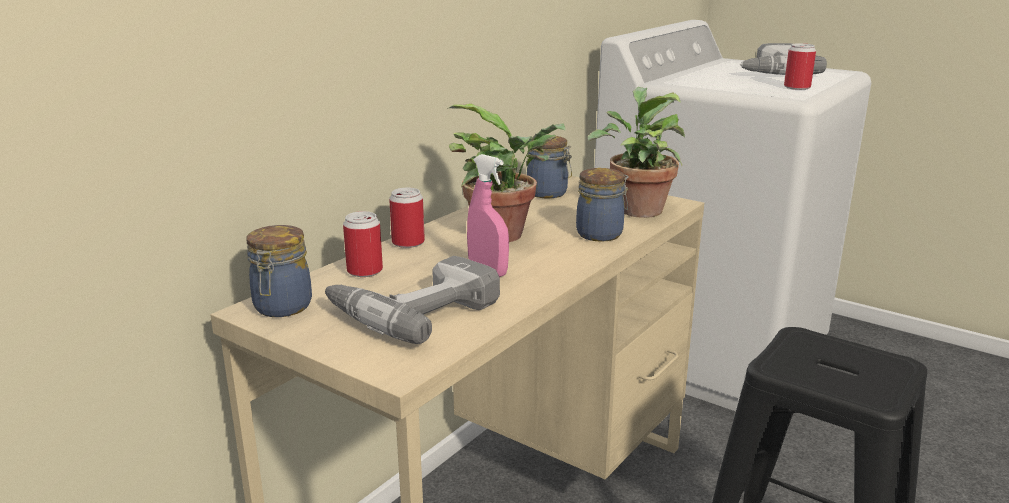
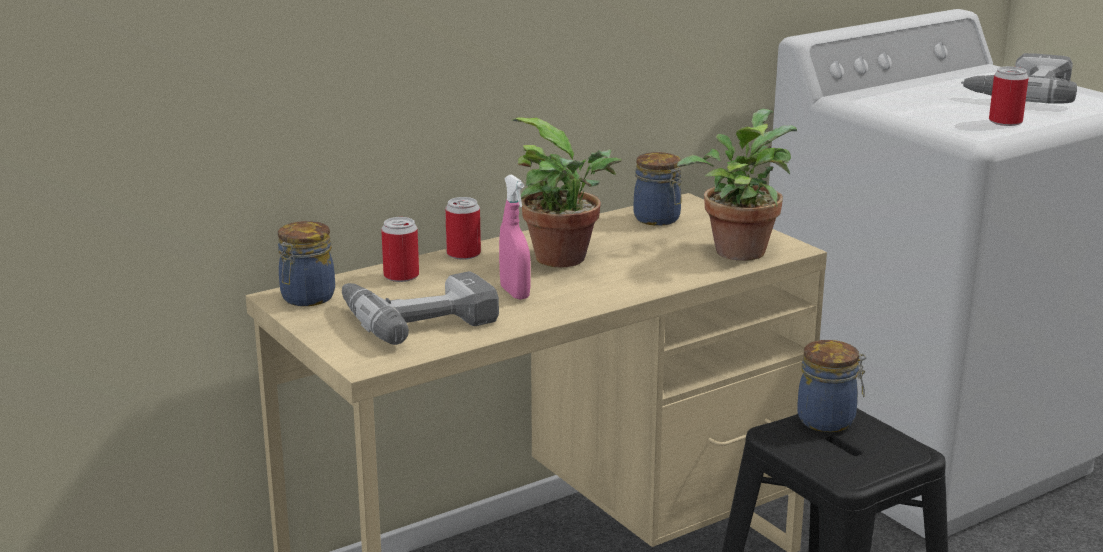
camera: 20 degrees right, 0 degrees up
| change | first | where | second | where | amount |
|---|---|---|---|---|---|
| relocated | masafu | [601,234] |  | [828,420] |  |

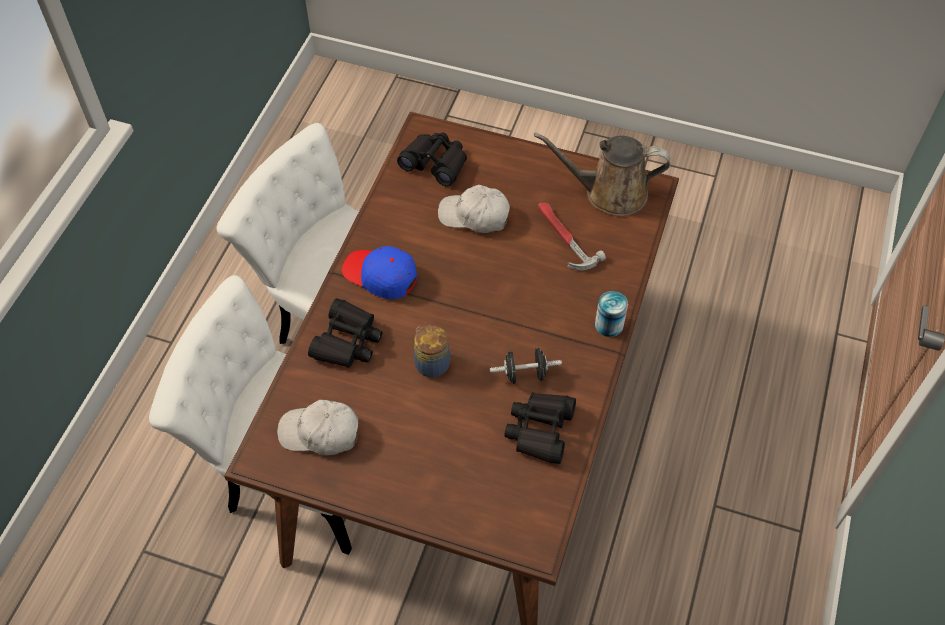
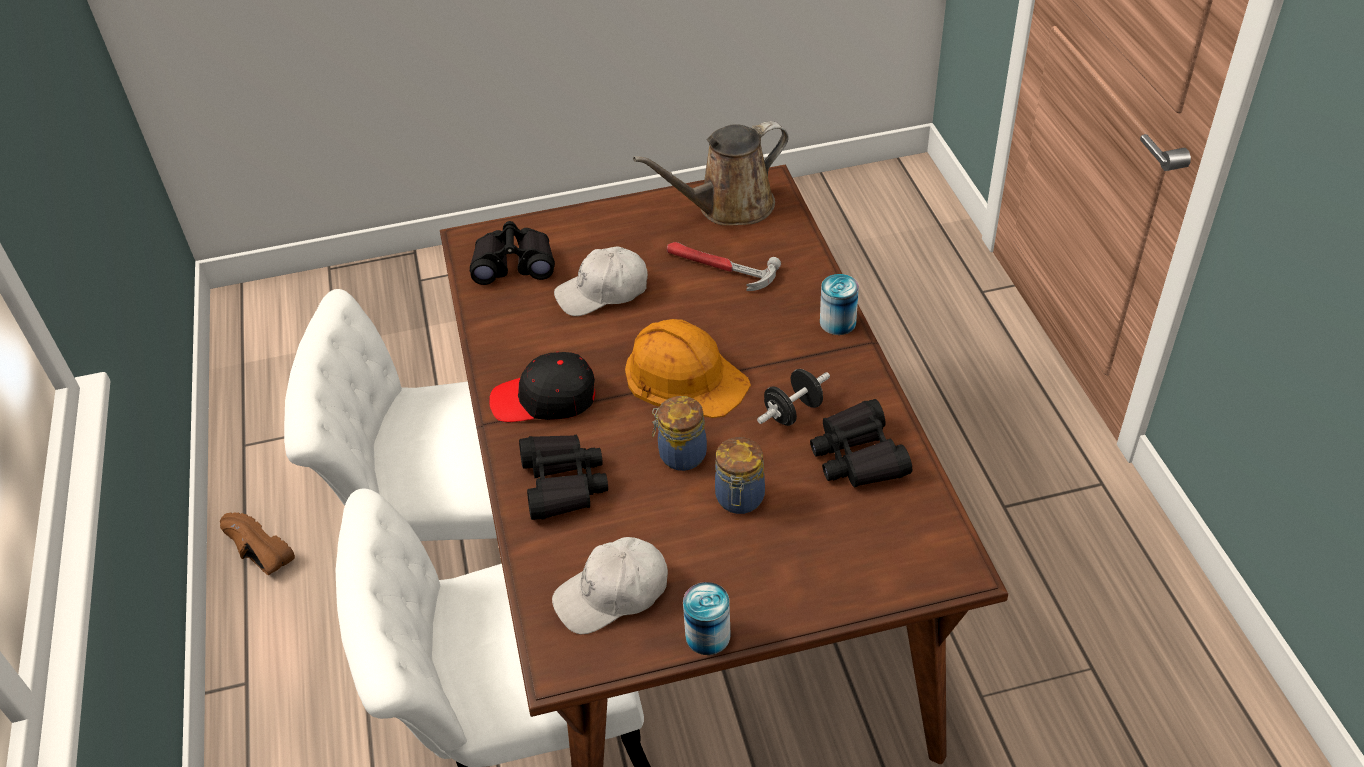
camera: 30 degrees left, 10 degrees down
| change | first | where | second | where | amount |
|---|---|---|---|---|---|
| appeared |  |  | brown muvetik | [255,555] |  |
| appeared |  |  | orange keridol | [684,376] |  |
| appeared |  |  | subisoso | [708,635] |  |
| appeared |  |  | masafu | [739,499] |  |
| colour | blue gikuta | [380,275] | black gikuta | [544,399] |  |

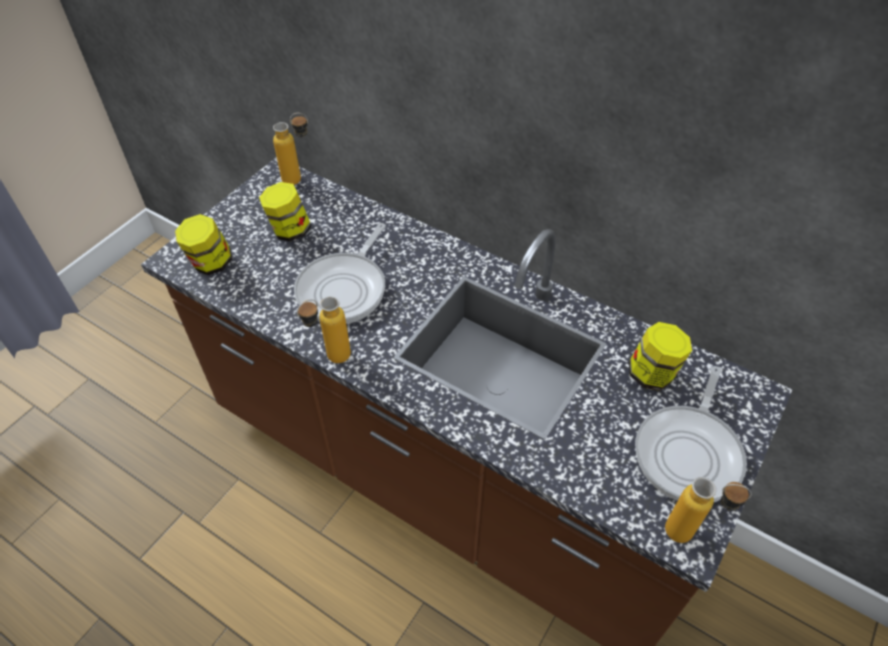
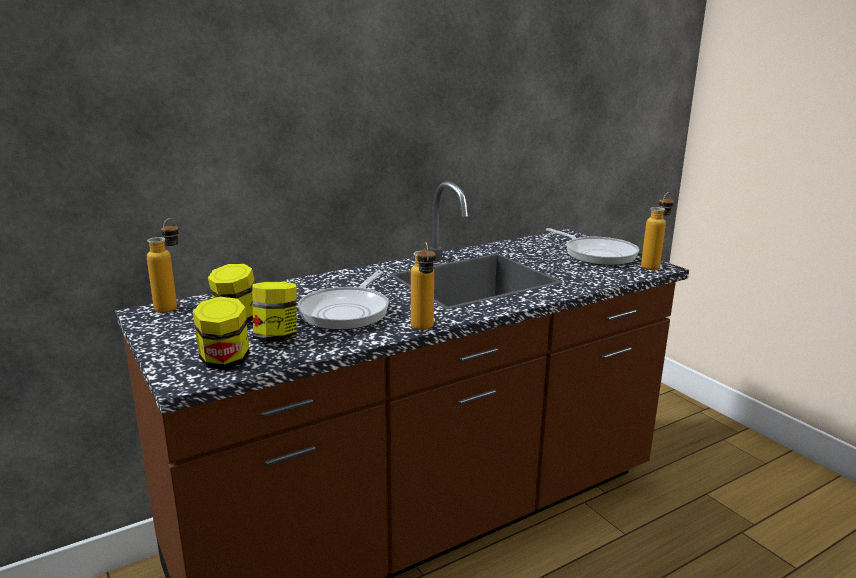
camera: 65 degrees left, 30 degrees down
| change | first | where | second | where | amount |
|---|---|---|---|---|---|
| relocated | masafu | [652,374] |  | [276,338] |  |
| spun | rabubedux | [345,288] |  | [347,311] | 60 degrees clockwise |

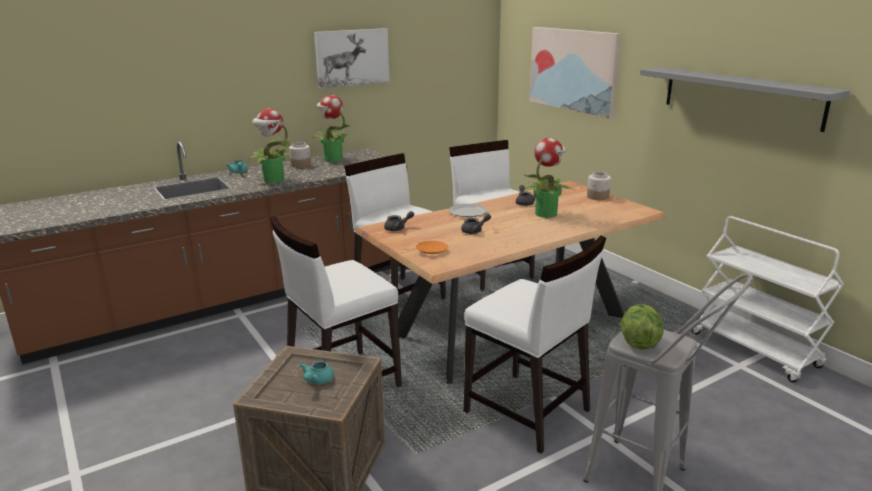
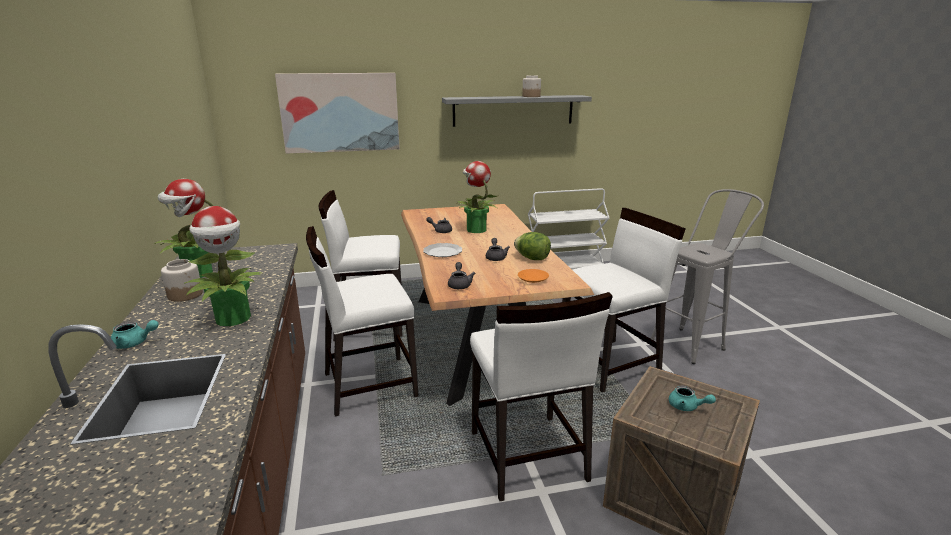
camera: 70 degrees left, 0 degrees up
| change | first | where | second | where | amount |
|---|---|---|---|---|---|
| missing | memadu | [352,57] |  |  |  |
| relocated | masafu | [598,197] |  | [531,96] |  |
| relocated | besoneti | [639,342] |  | [532,258] |  |

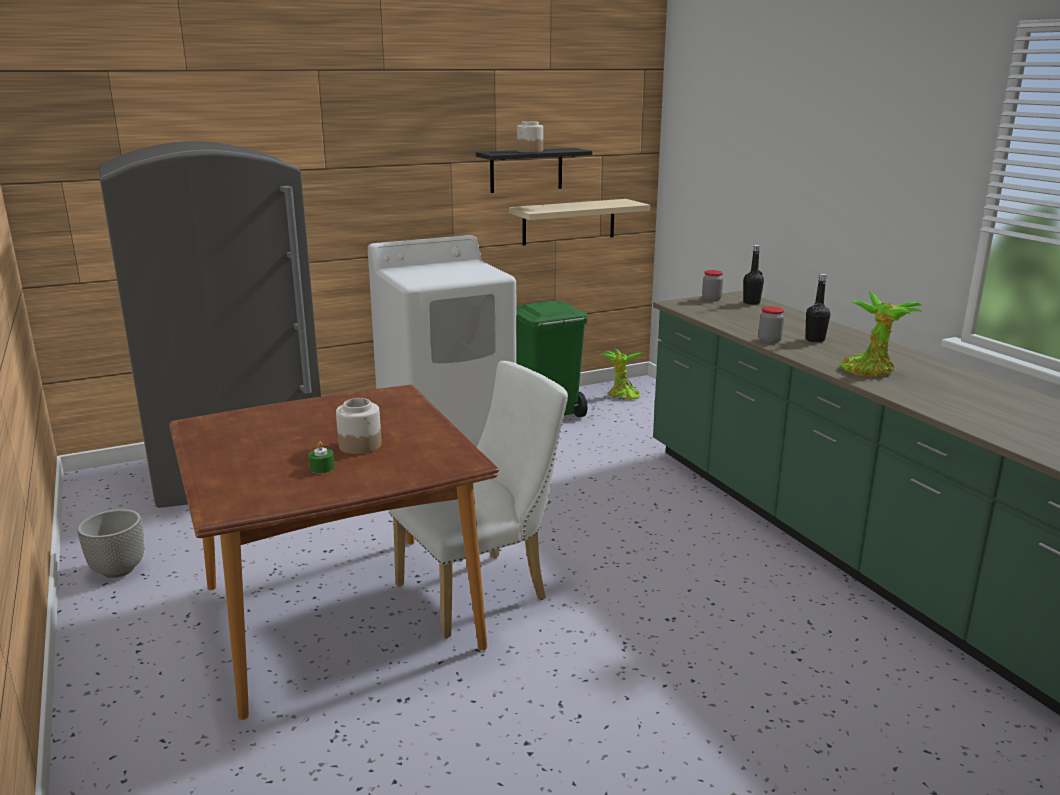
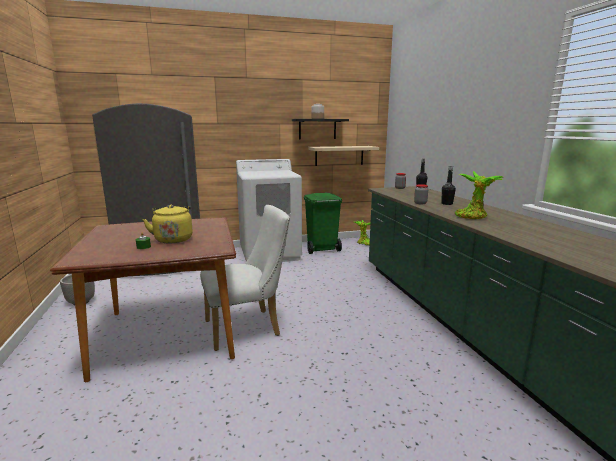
camera: 10 degrees right, 5 degrees down
| change | first | where | second | where | amount |
|---|---|---|---|---|---|
| exchanged | masafu | [360,445] | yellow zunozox | [173,239] |  |

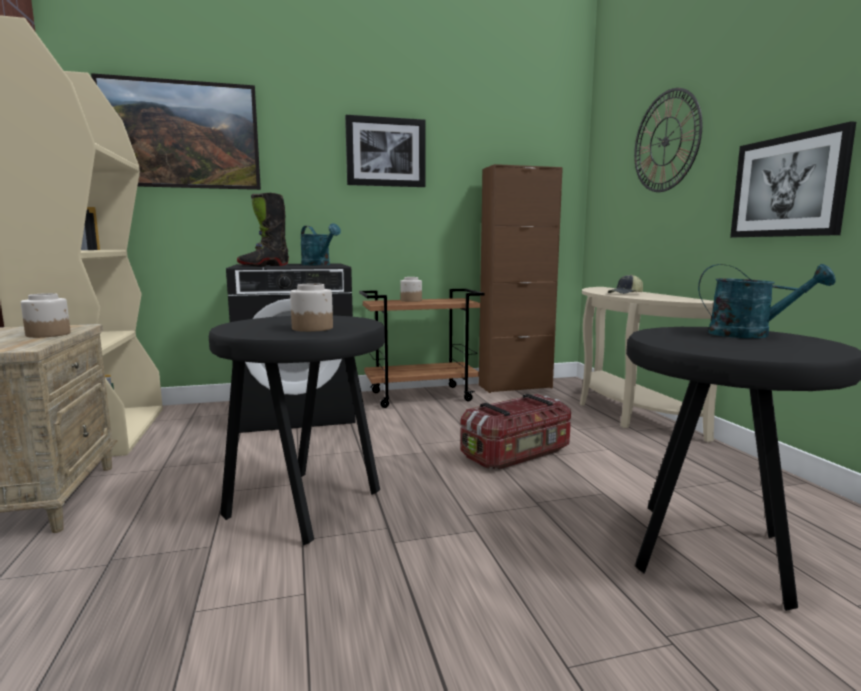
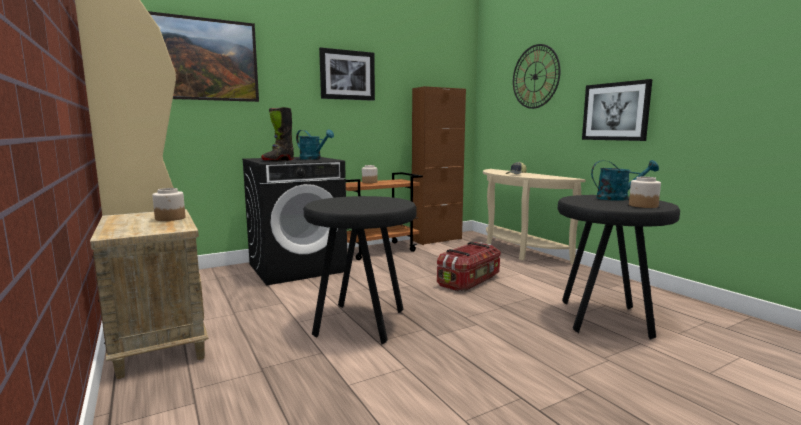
camera: 15 degrees left, 0 degrees up
| change | first | where | second | where | amount |
|---|---|---|---|---|---|
| relocated | masafu | [312,328] |  | [643,205] |  |

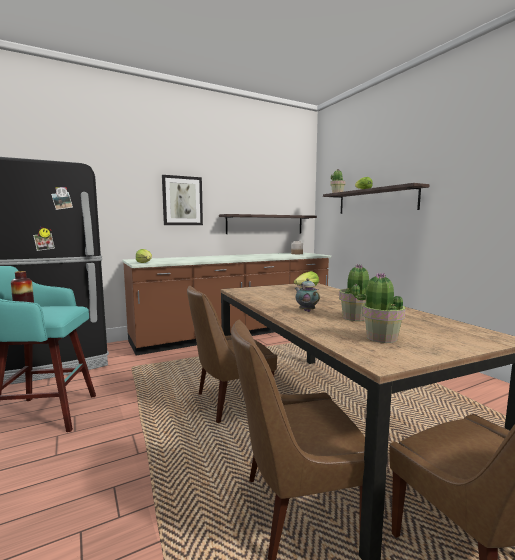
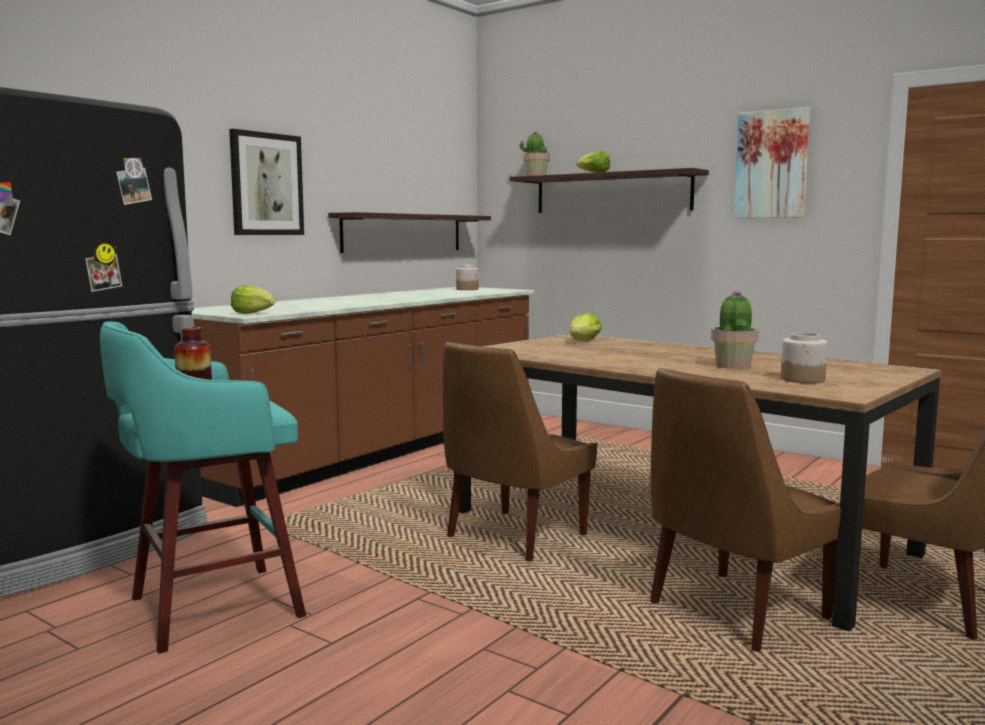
camera: 25 degrees left, 0 degrees up
| change | first | where | second | where | amount |
|---|---|---|---|---|---|
| missing | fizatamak | [306,311] |  |  |  |
| appeared |  |  | memadu | [772,164] |  |
| exchanged | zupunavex | [380,338] | masafu | [803,379] |  |

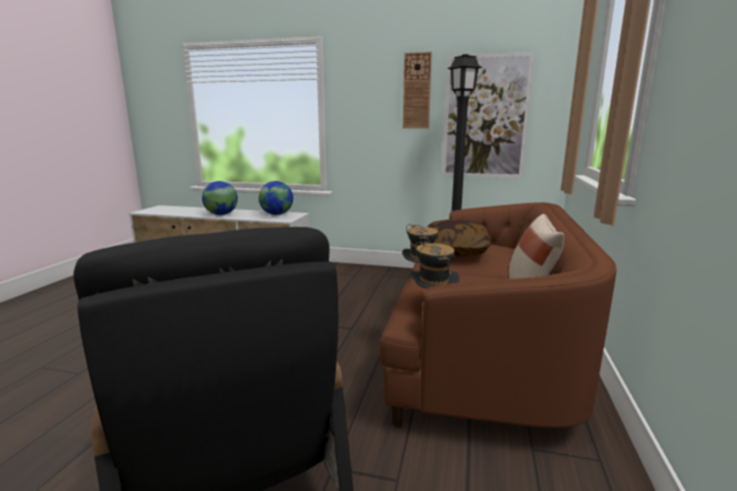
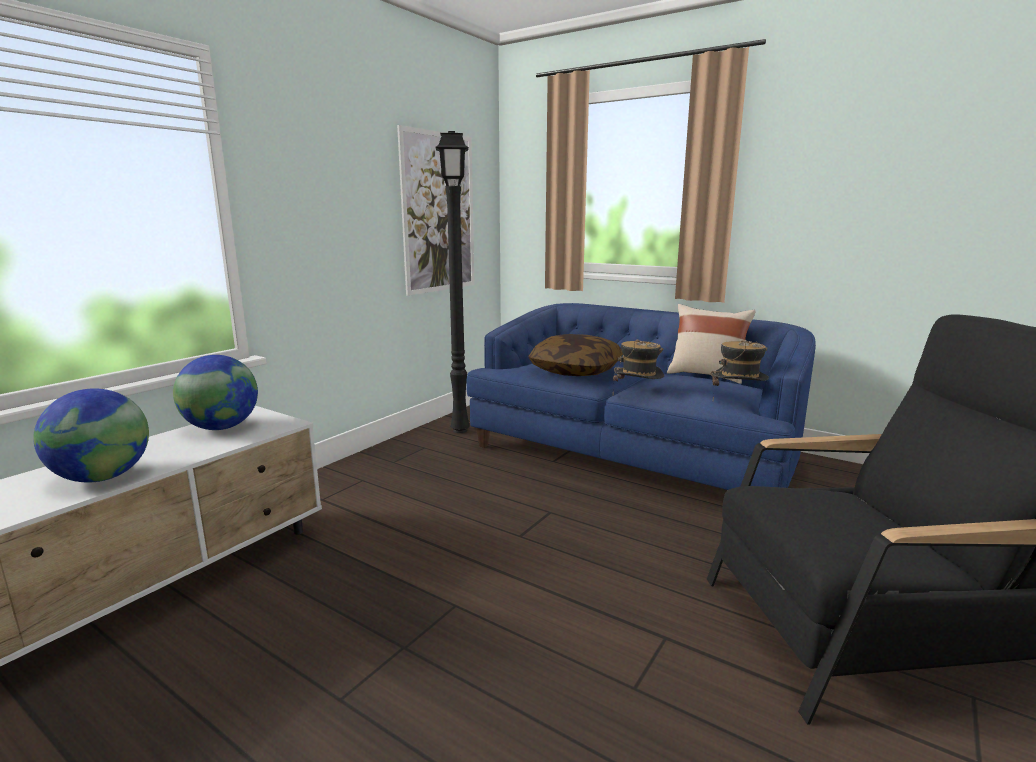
camera: 70 degrees left, 0 degrees up
| change | first | where | second | where | amount |
|---|---|---|---|---|---|
| missing | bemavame | [417,91] |  |  |  |
| colour | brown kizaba | [481,347] | blue kizaba | [632,456] |  |

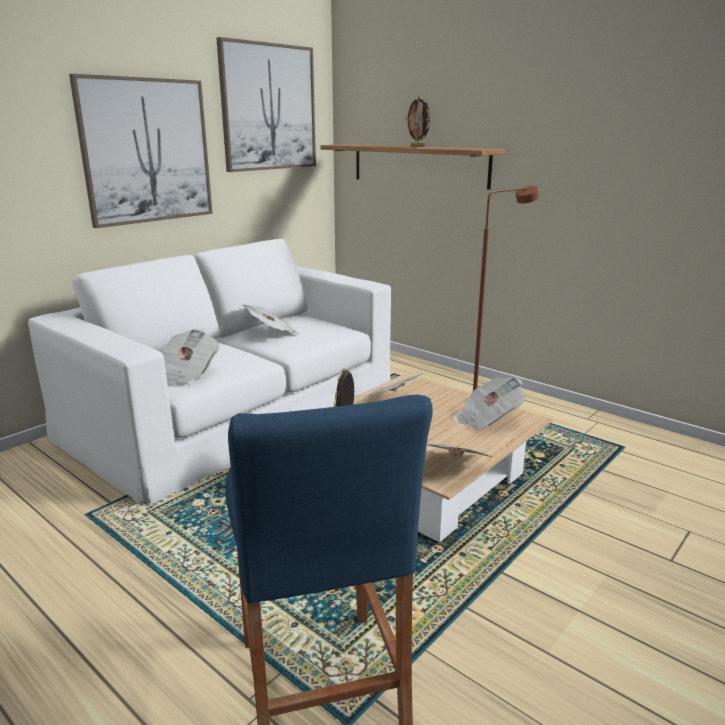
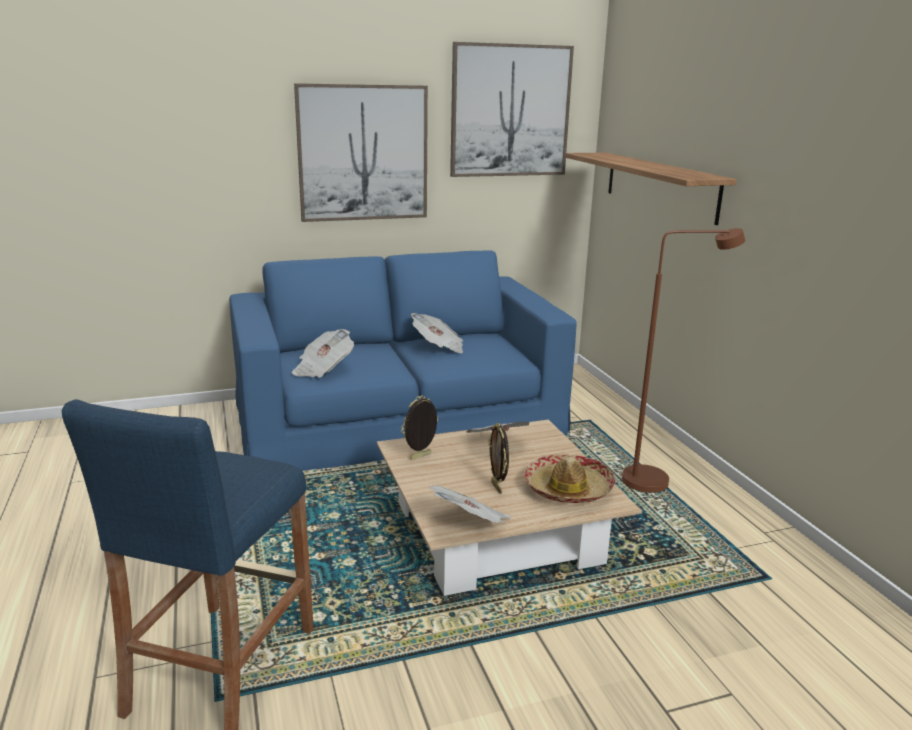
camera: 30 degrees right, 0 degrees up
| change | first | where | second | where | amount |
|---|---|---|---|---|---|
| relocated | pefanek | [417,146] |  | [497,487] |  |
| exchanged | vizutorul | [487,419] | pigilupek | [568,489] |  |
| colour | white kizaba | [234,411] | blue kizaba | [398,417] |  |

